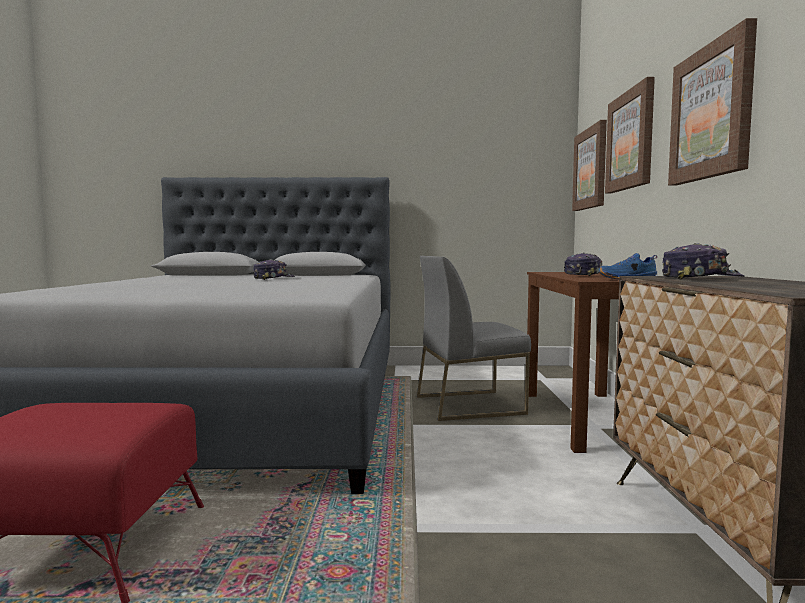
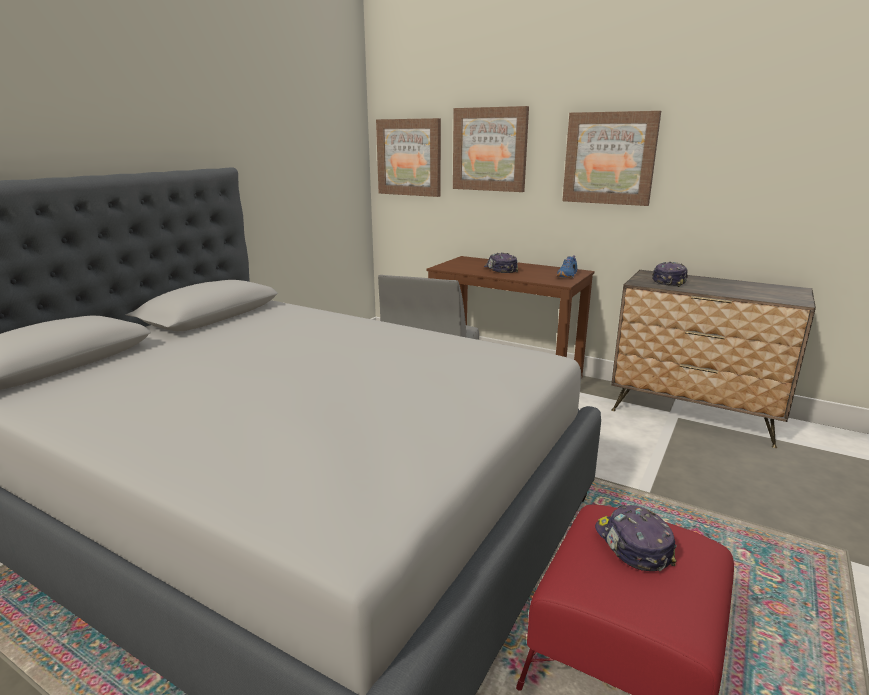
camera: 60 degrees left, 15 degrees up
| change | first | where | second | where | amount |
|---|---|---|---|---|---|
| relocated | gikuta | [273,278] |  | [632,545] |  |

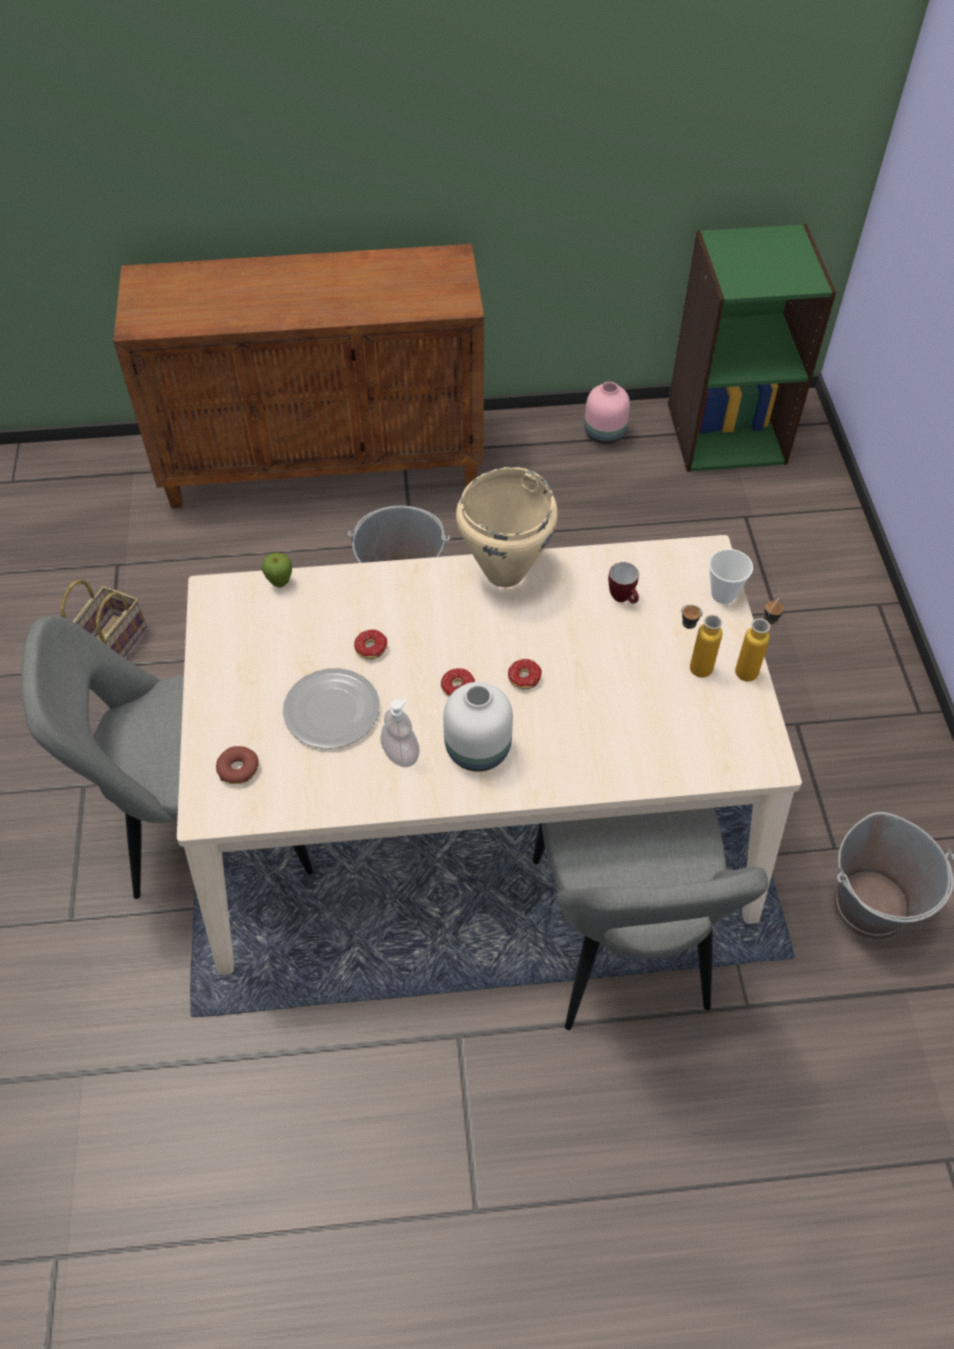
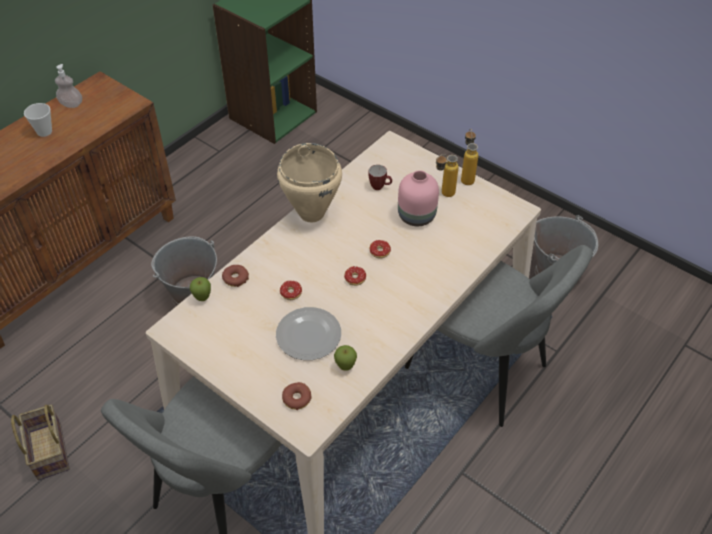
camera: 45 degrees left, 5 degrees down
| change | first | where | second | where | amount |
|---|---|---|---|---|---|
| missing | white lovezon | [476,748] |  |  |  |
| appeared |  |  | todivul | [235,278] |  |
| appeared |  |  | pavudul | [345,367] |  |
| relocated | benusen | [400,753] |  | [71,104] |  |
| relocated | pink lovezon | [604,433] |  | [415,215] |  |
| relocated | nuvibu | [723,594] |  | [44,132] |  |

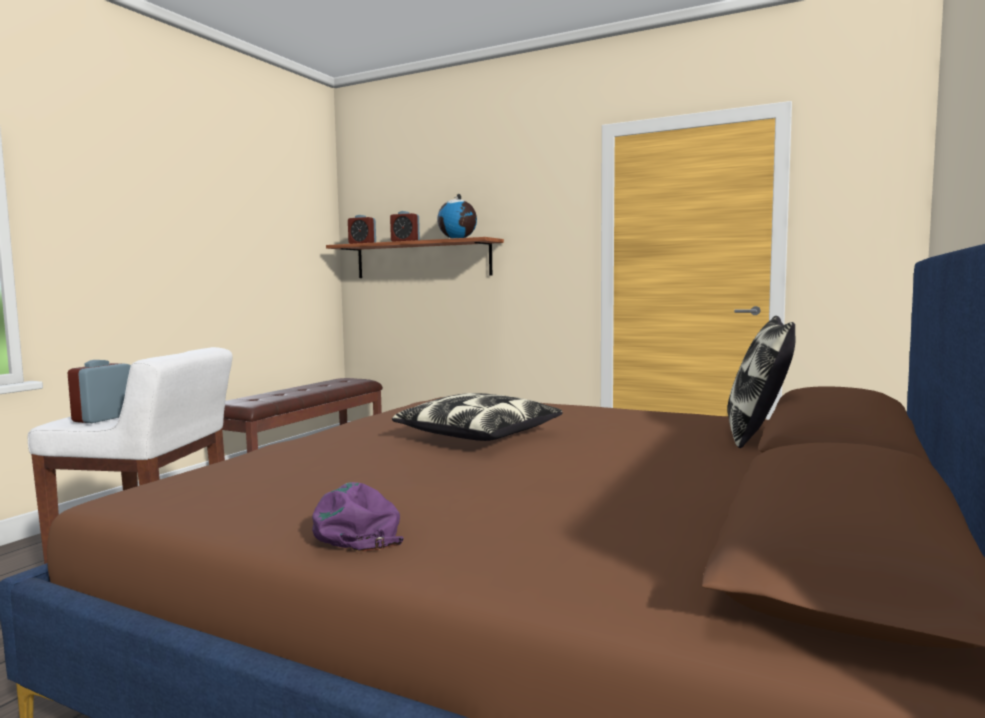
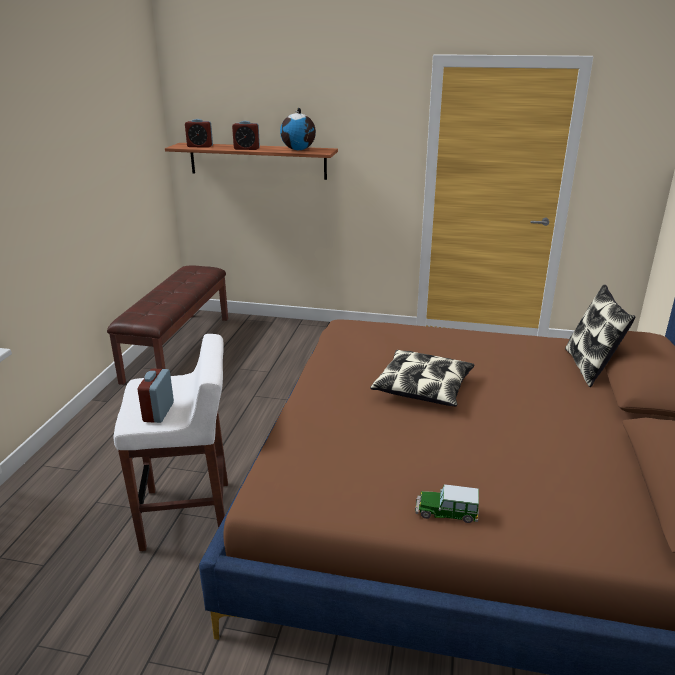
camera: 15 degrees left, 20 degrees up
| change | first | where | second | where | amount |
|---|---|---|---|---|---|
| exchanged | purple gikuta | [355,529] | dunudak | [446,512] |  |

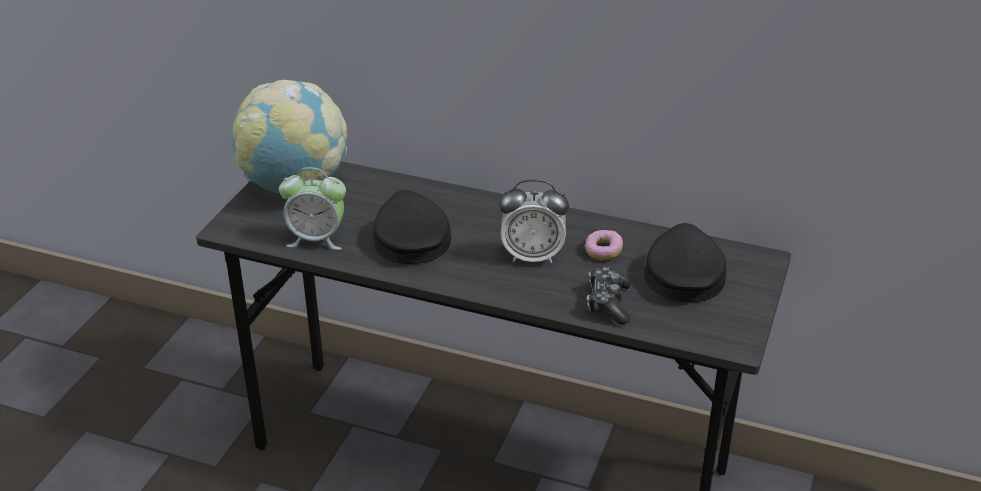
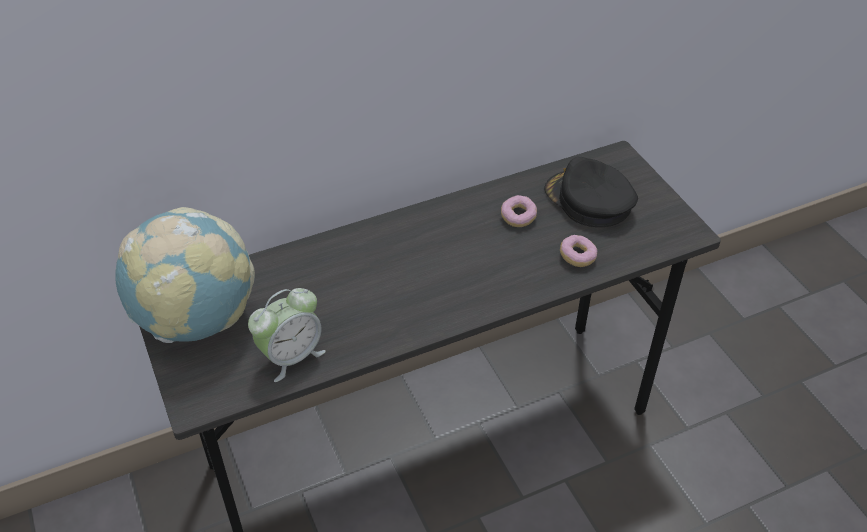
camera: 45 degrees left, 10 degrees up
| change | first | where | second | where | amount |
|---|---|---|---|---|---|
| missing | black gikuta | [409,238] |  |  |  |
| missing | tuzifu | [532,256] |  |  |  |
| exchanged | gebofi | [608,303] | todivul | [577,257] |  |

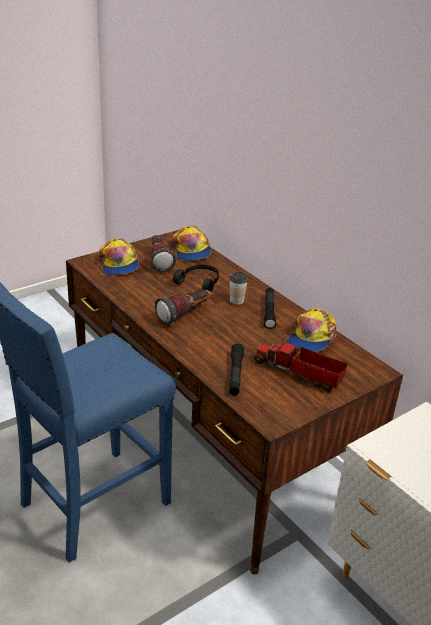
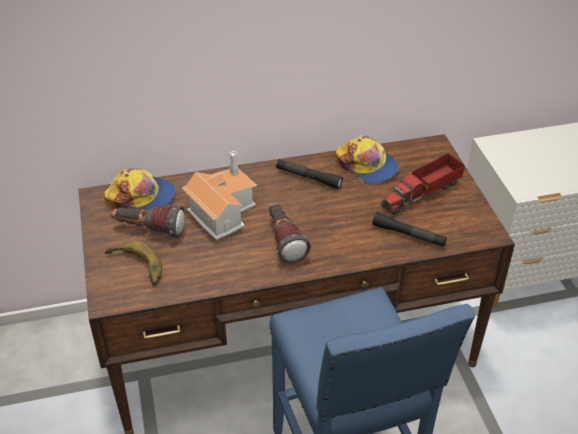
camera: 65 degrees left, 10 degrees up
| change | first | where | second | where | amount |
|---|---|---|---|---|---|
| missing | nuvibu | [236,301] |  |  |  |
| exchanged | gikuta | [119,264] | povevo | [135,268] |  |
| exchanged | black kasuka | [200,283] | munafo | [222,210] |  |

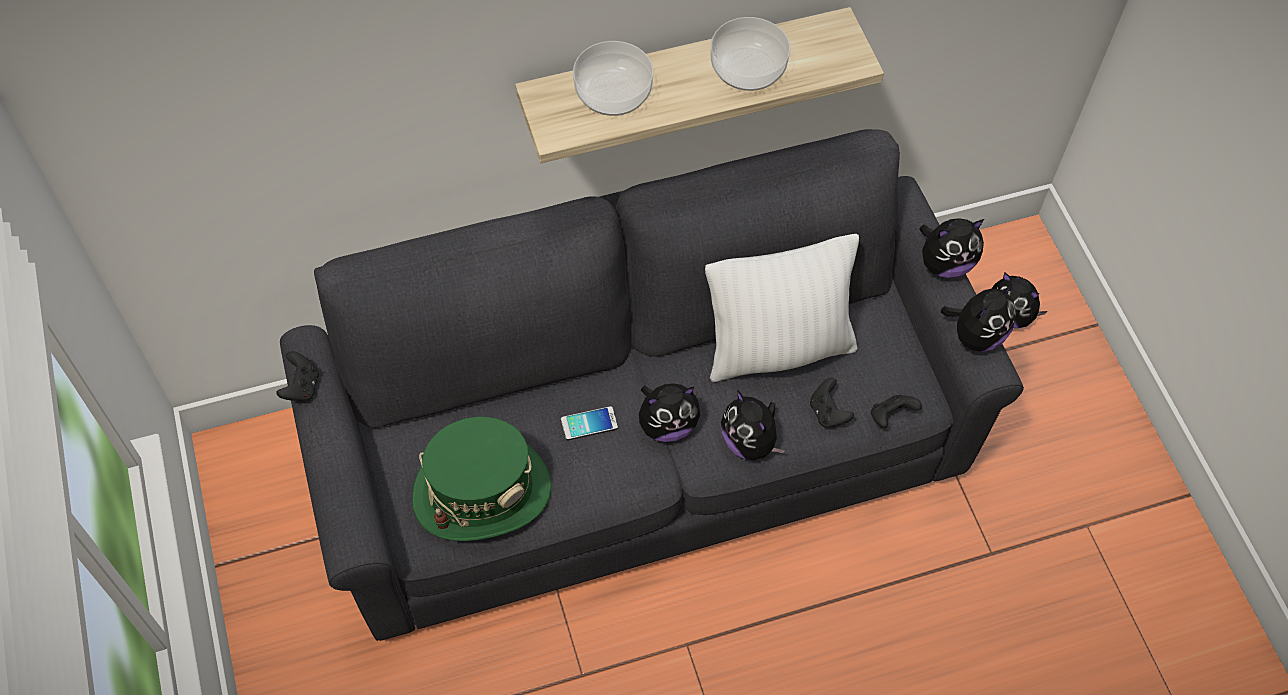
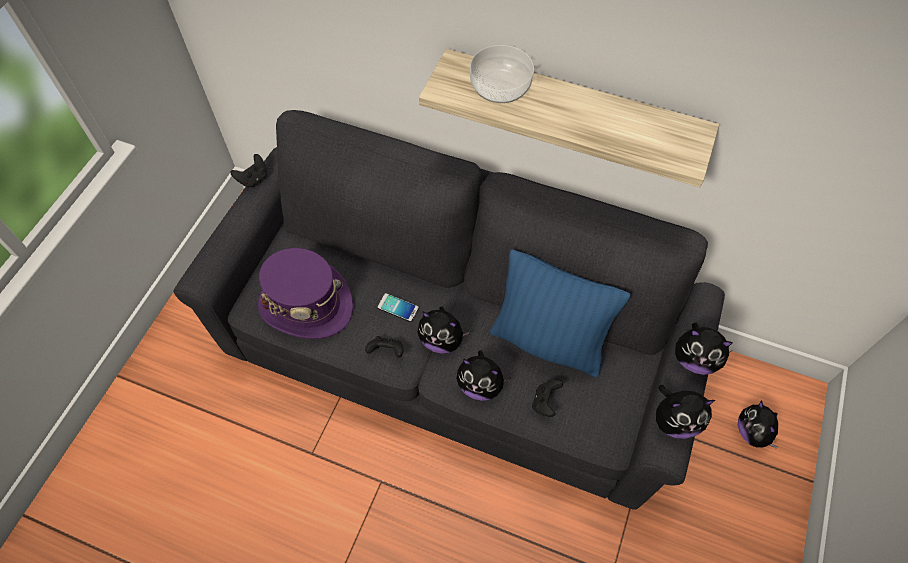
camera: 40 degrees right, 0 degrees up
| change | first | where | second | where | amount |
|---|---|---|---|---|---|
| missing | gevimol | [748,68] |  |  |  |
| relocated | black gebofi | [890,417] |  | [386,351] |  |
| colour | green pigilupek | [482,492] | purple pigilupek | [306,304] |  |
| colour | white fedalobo | [777,348] | blue fedalobo | [548,341] |  |
| spun | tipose | [750,442] |  | [480,385] | 75 degrees counterclockwise |

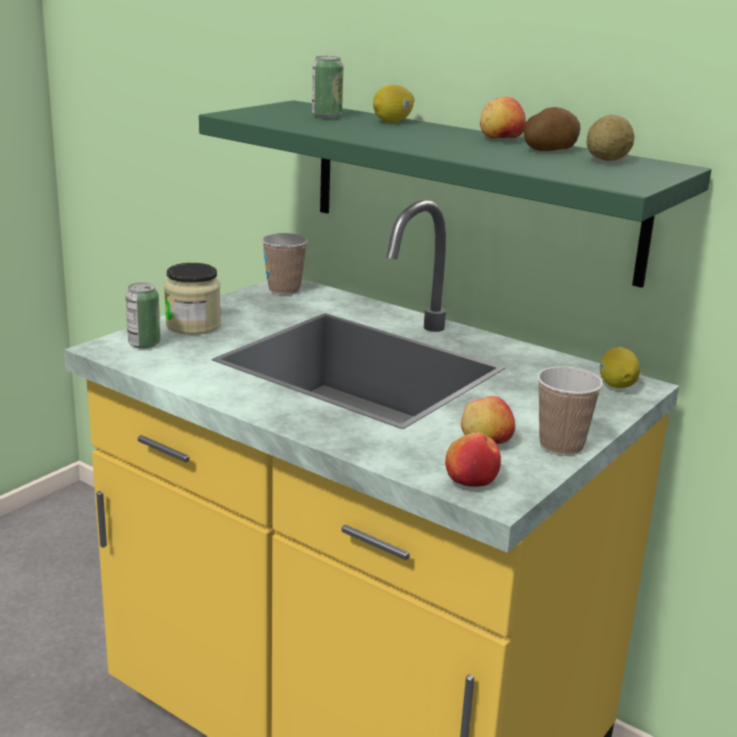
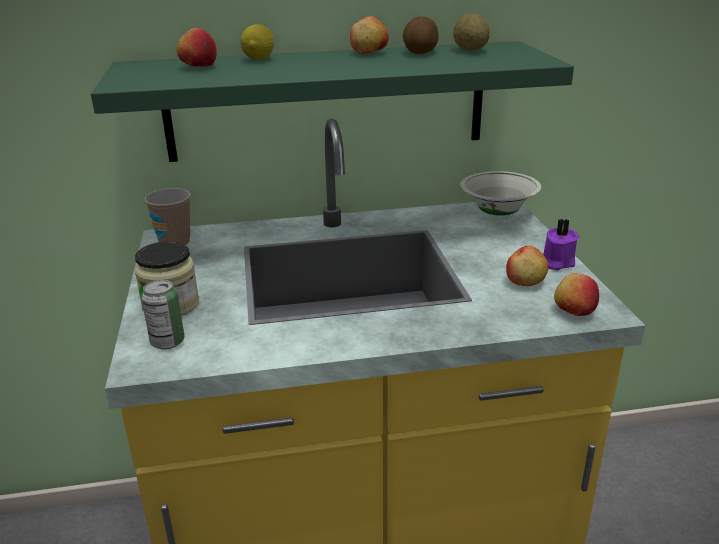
camera: 45 degrees left, 5 degrees up
| change | first | where | second | where | amount |
|---|---|---|---|---|---|
| exchanged | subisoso | [326,116] | pavudul | [198,67] |  |
| exchanged | nuvibu | [561,446] | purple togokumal | [556,262] |  |
| exchanged | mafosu | [617,386] | white gevimol | [498,213] |  |

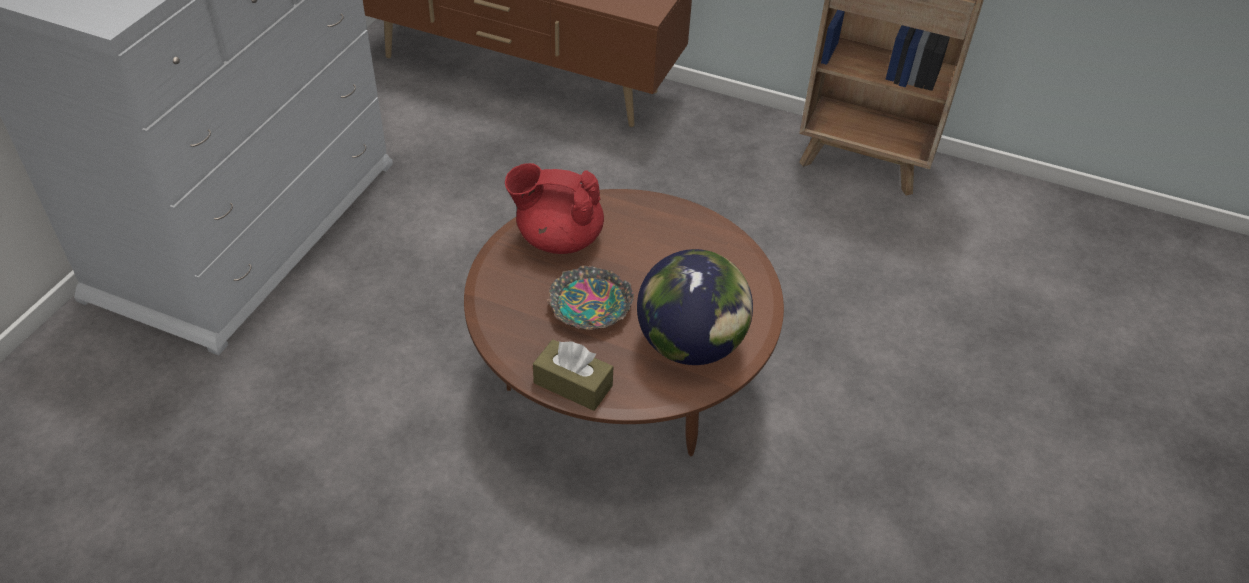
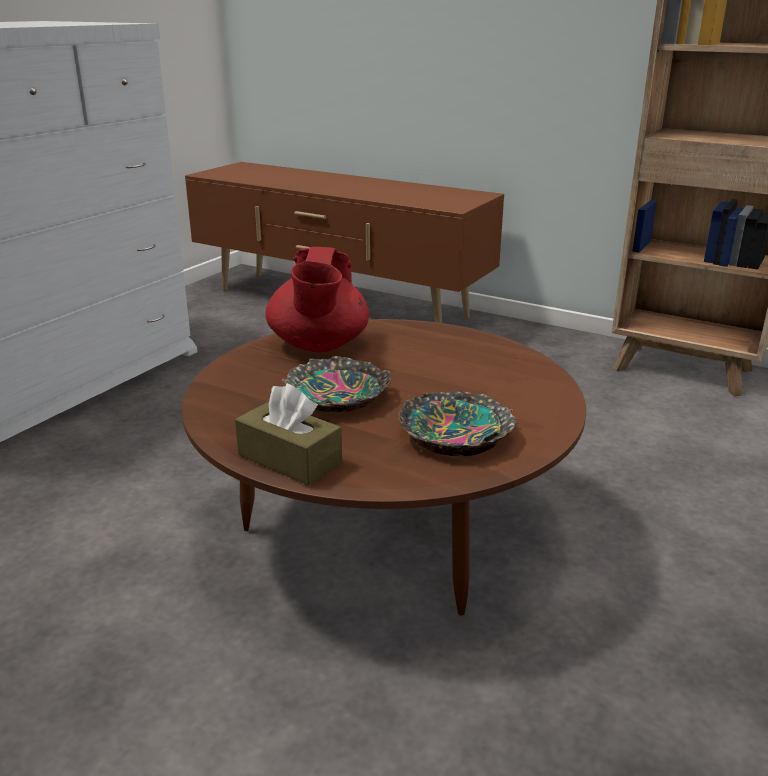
camera: 10 degrees right, 20 degrees down
| change | first | where | second | where | amount |
|---|---|---|---|---|---|
| exchanged | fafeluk | [691,345] | gevimol | [457,434] |  |
| spun | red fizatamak | [558,238] |  | [318,346] | 105 degrees counterclockwise |

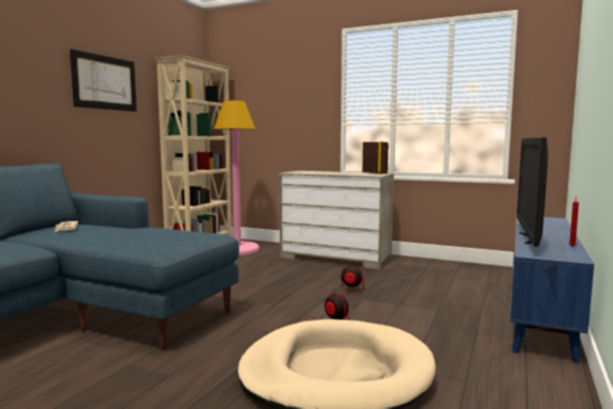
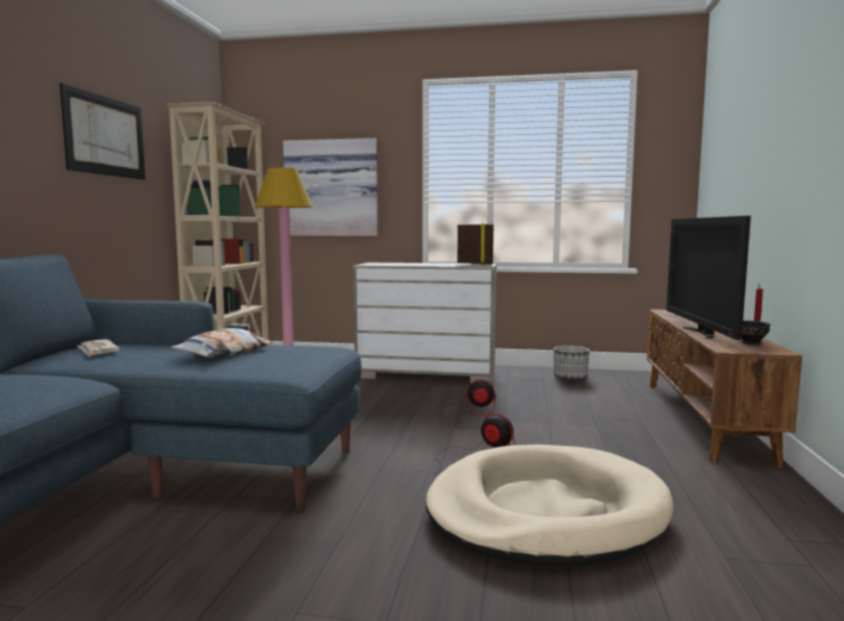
camera: 15 degrees left, 0 degrees up
| change | first | where | second | where | amount |
|---|---|---|---|---|---|
| appeared |  |  | fedalobo | [224,352] |  |
| appeared |  |  | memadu | [332,188] |  |
| appeared |  |  | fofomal | [570,377] |  |
| appeared |  |  | black gevimol | [751,343] |  |
| colour | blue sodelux | [540,313] | brown sodelux | [703,419] |  |

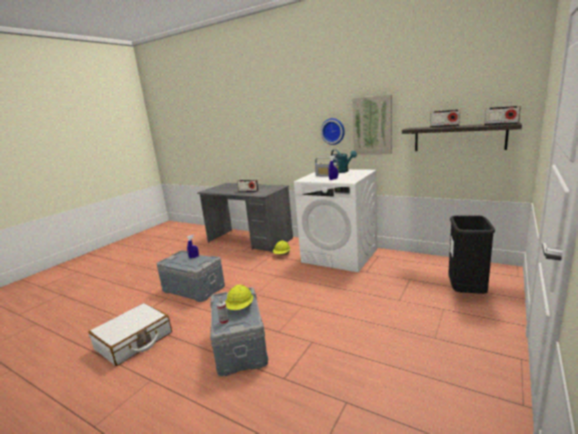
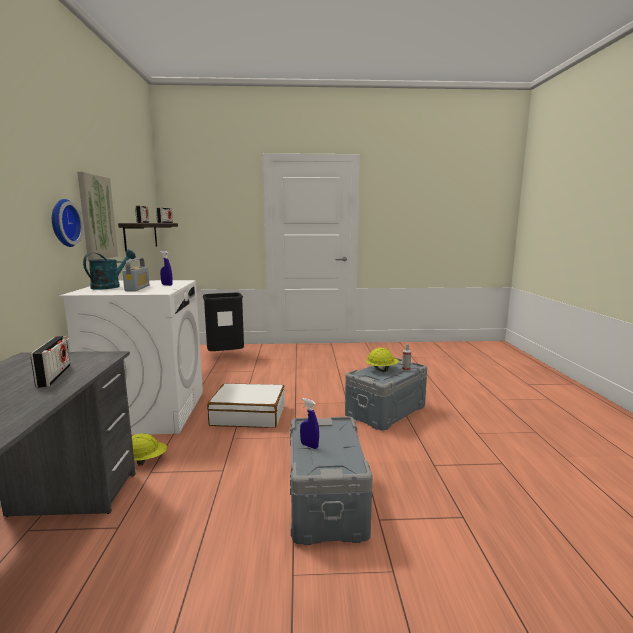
camera: 125 degrees left, 5 degrees down
| change | first | where | second | where | amount |
|---|---|---|---|---|---|
| relocated | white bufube | [134,341] |  | [248,415] |  |

